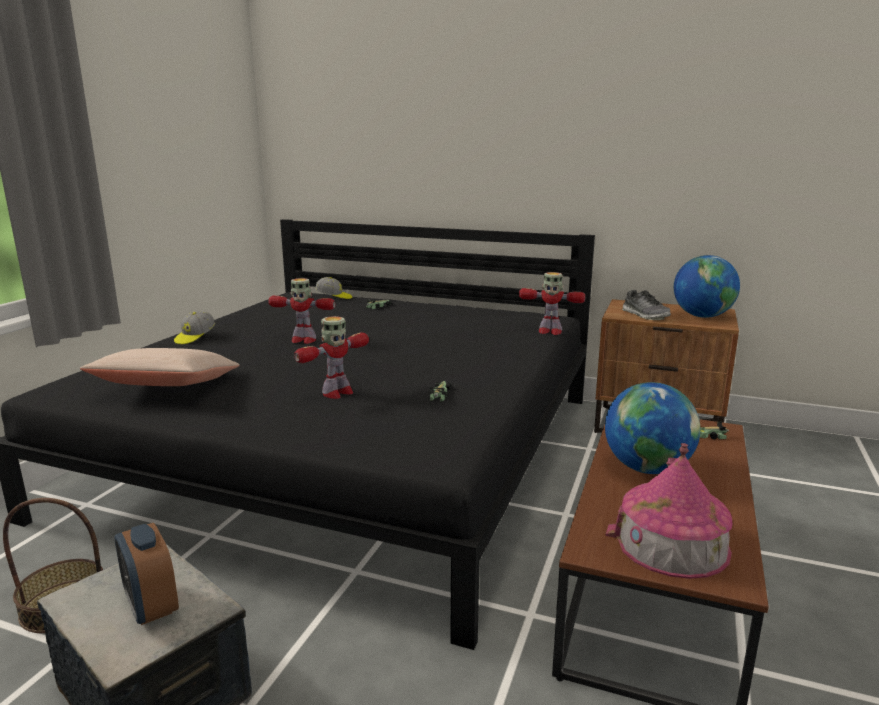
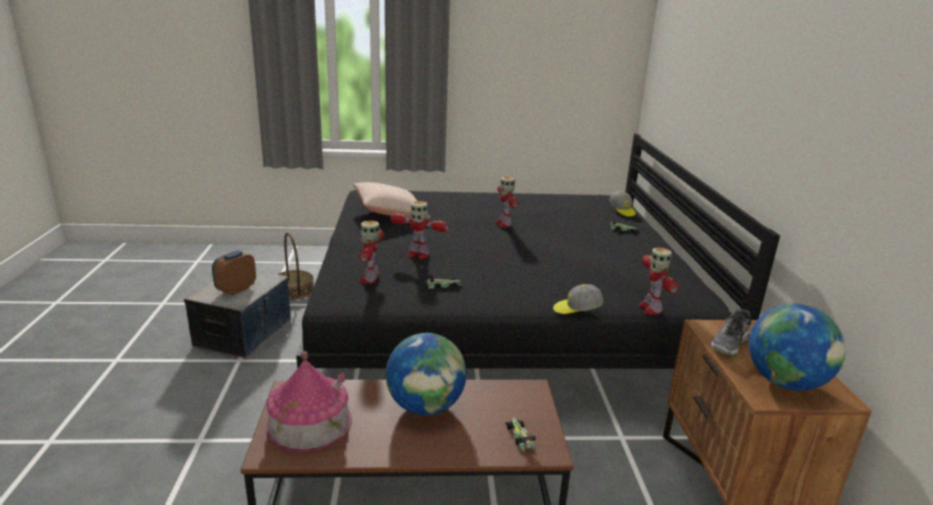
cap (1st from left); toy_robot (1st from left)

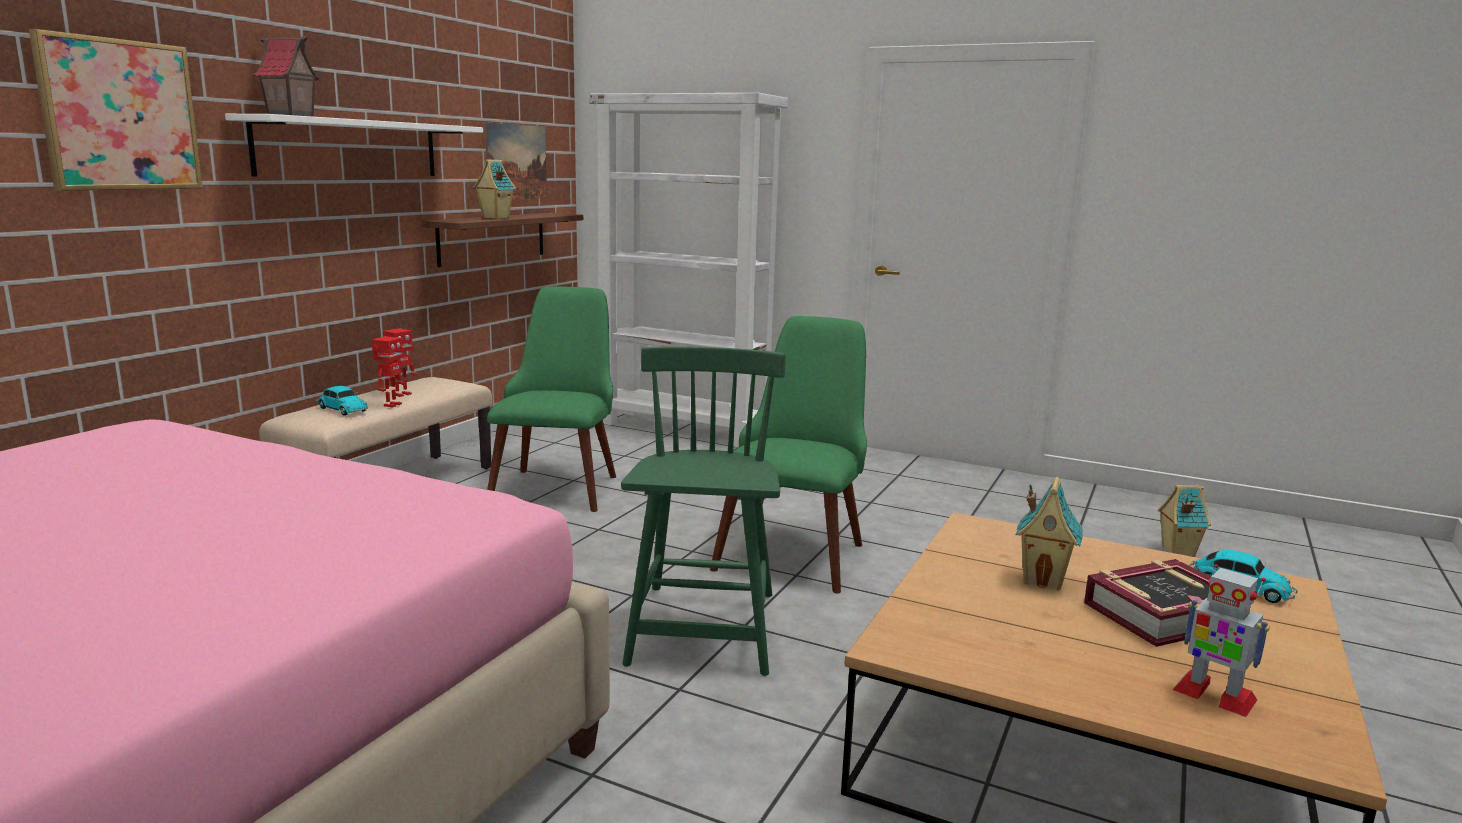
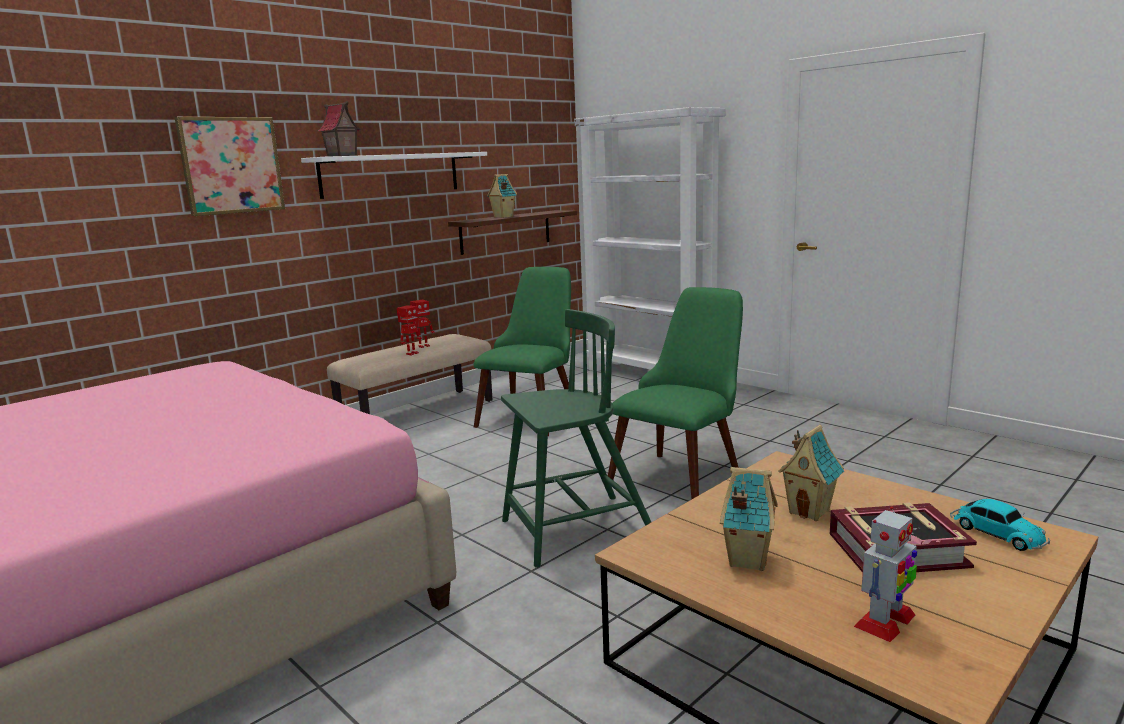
picture (2nd from left in the first image); green_chair (2nd from left); toy_car (1st from left in the first image); toy_house (3rd from left); toy_robot (3rd from left)

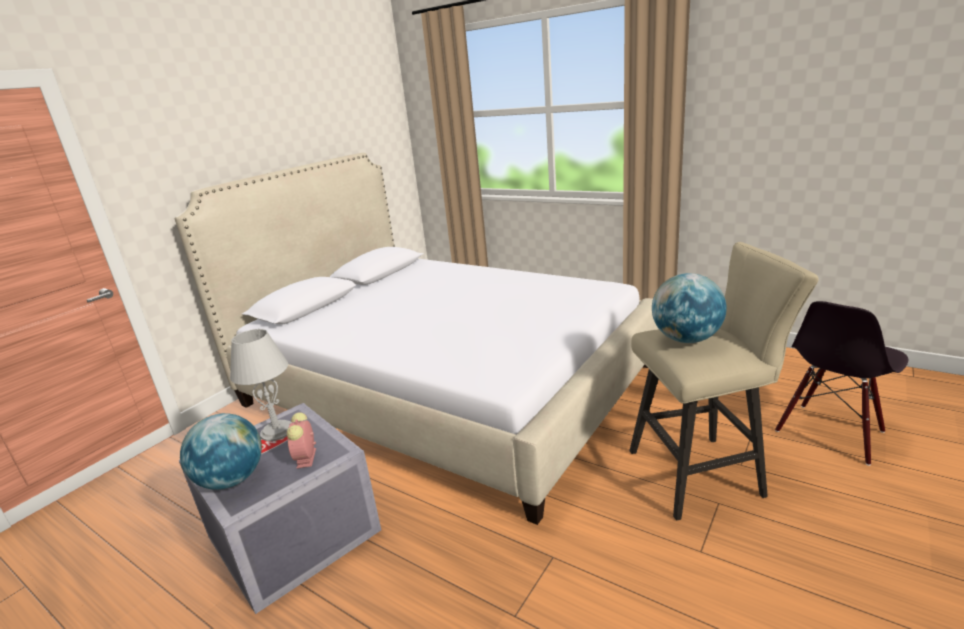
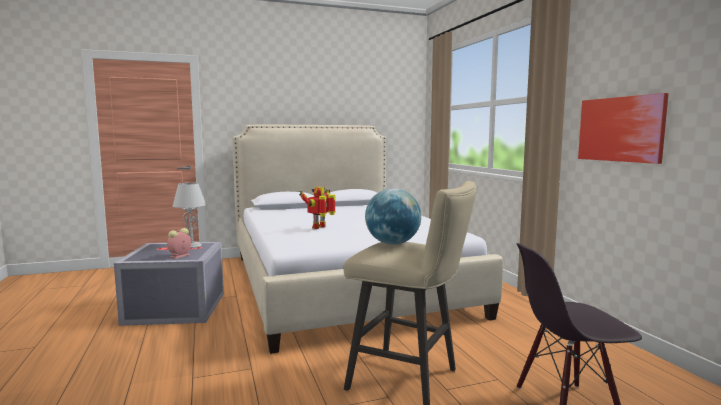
globe (1st from left in the first image); picture; toy_robot

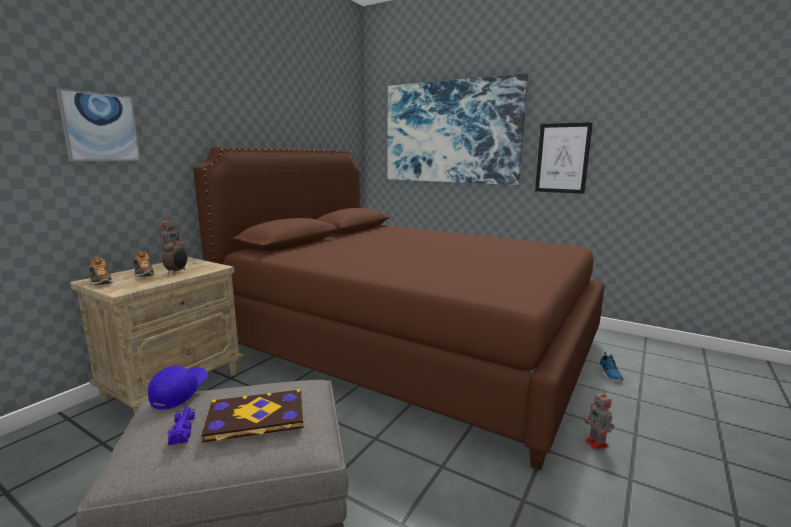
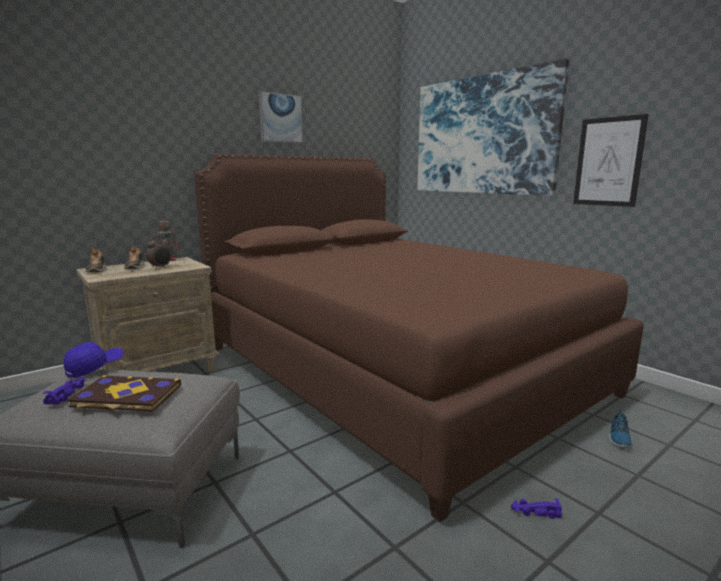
picture (1st from left); purple_toy_car (2nd from left)

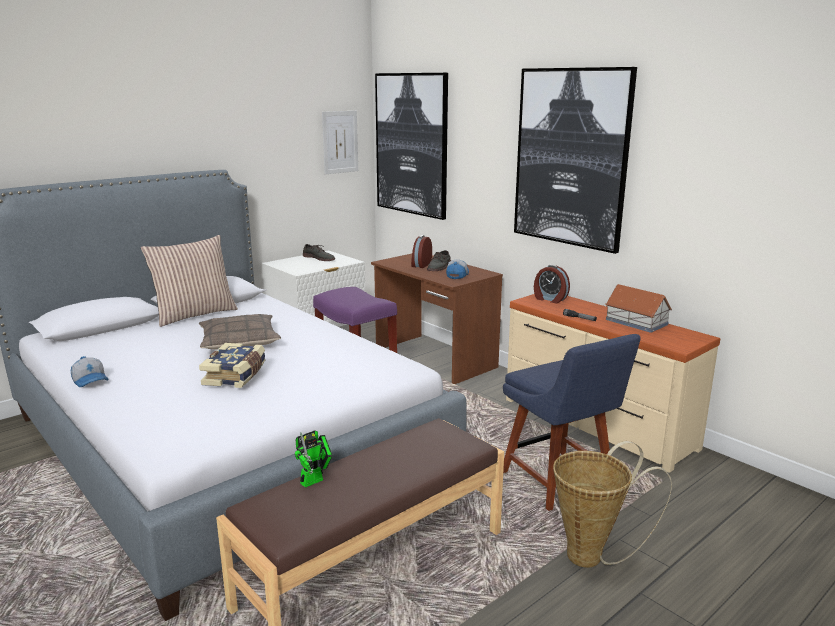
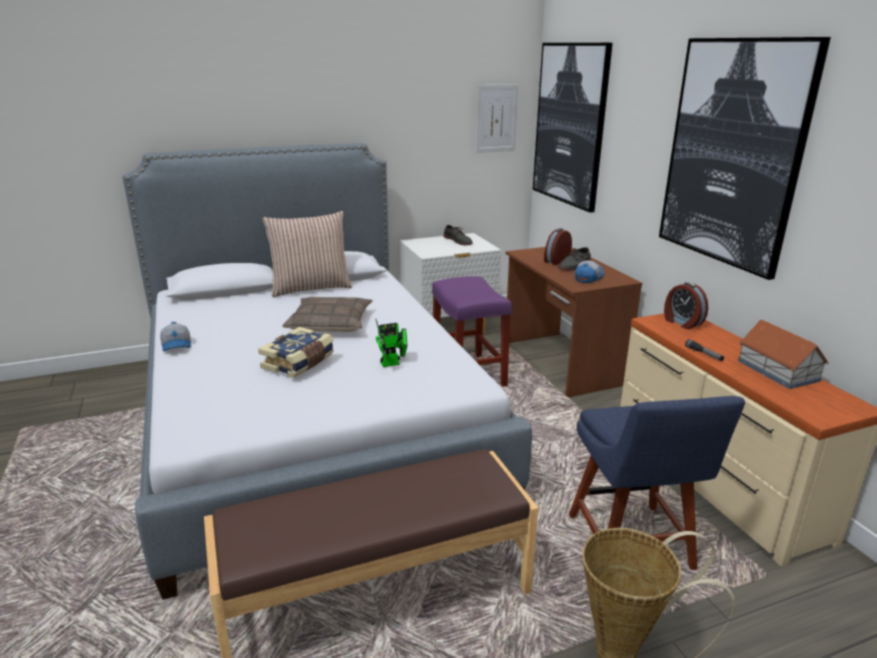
toy_robot

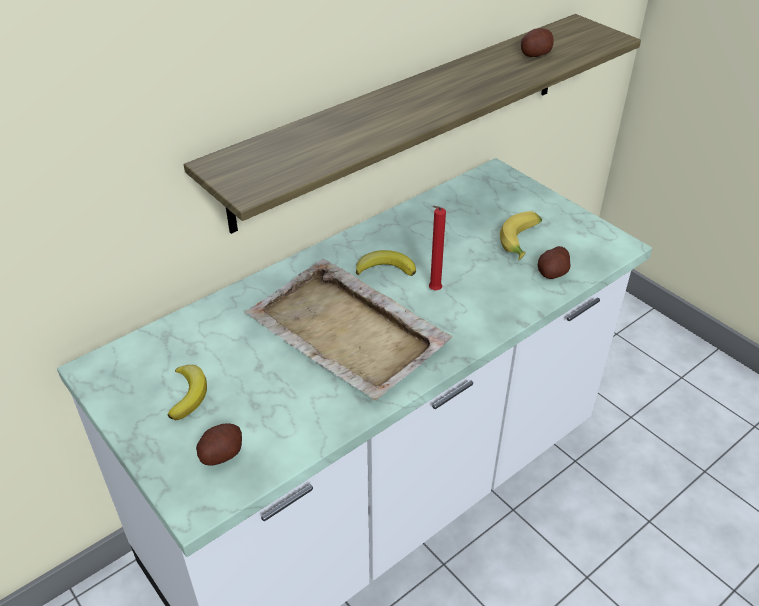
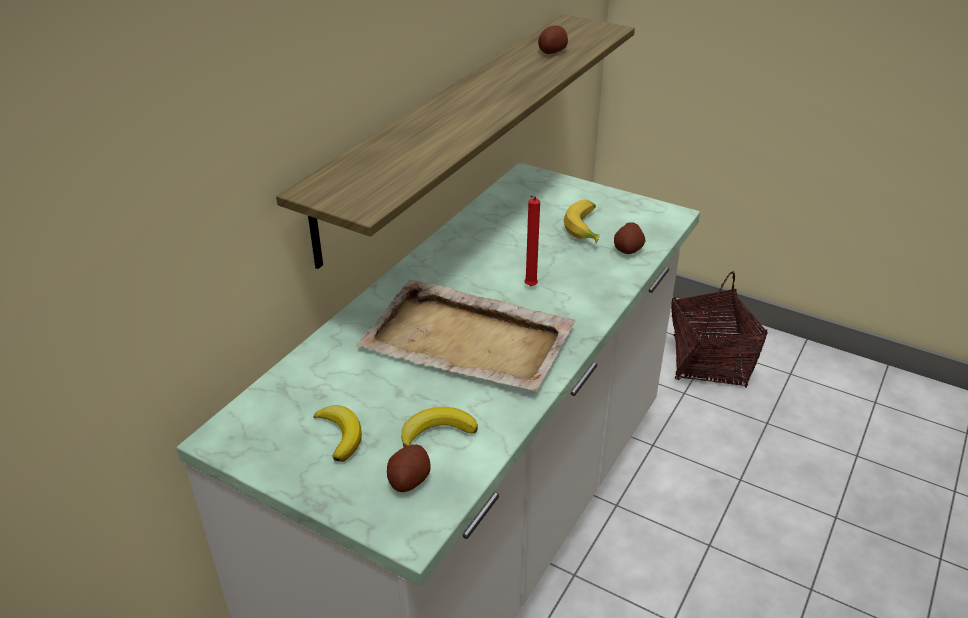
banana (2nd from left); basket

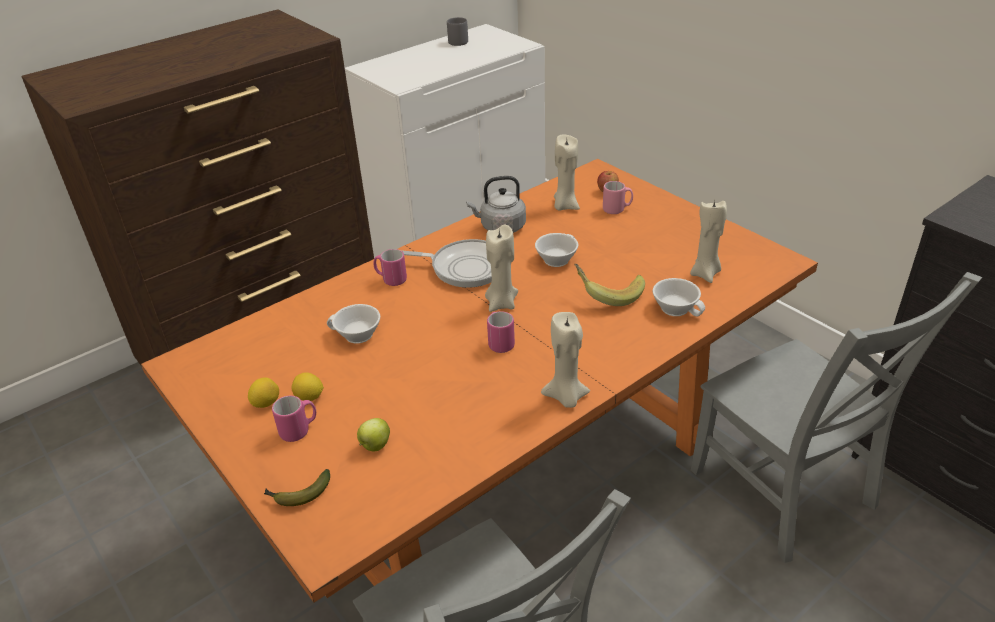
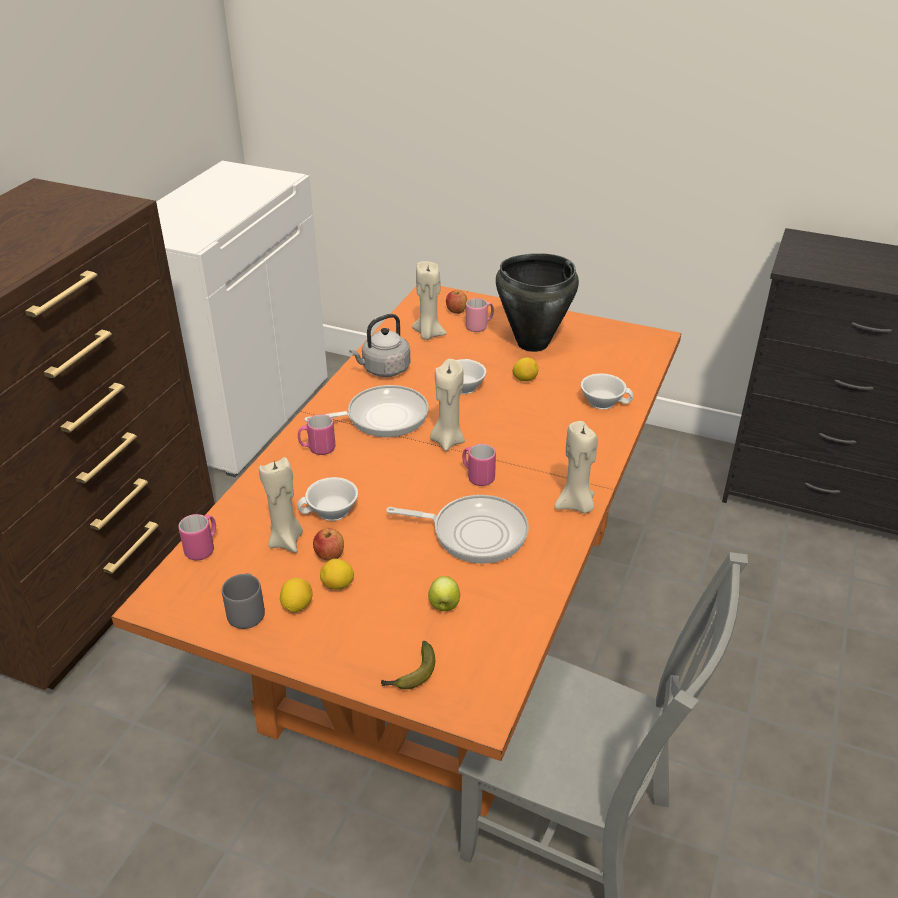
grey_mug; beige_candle (1st from left); banana (2nd from left in the first image); grey_chair (2nd from left in the first image); pink_mug (1st from left); black_cooking_pot; lemon (3rd from left); frying_pan (2nd from left); apple (1st from left)

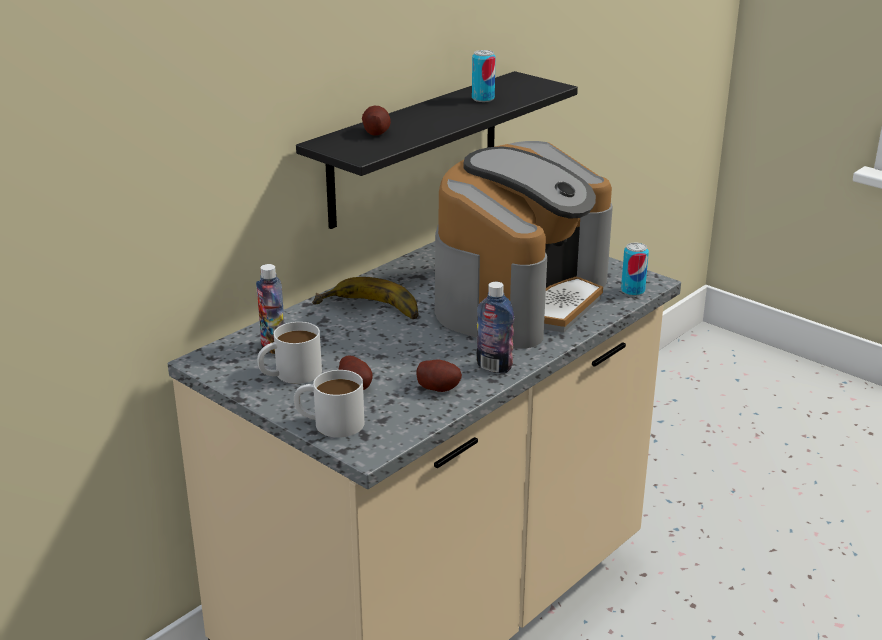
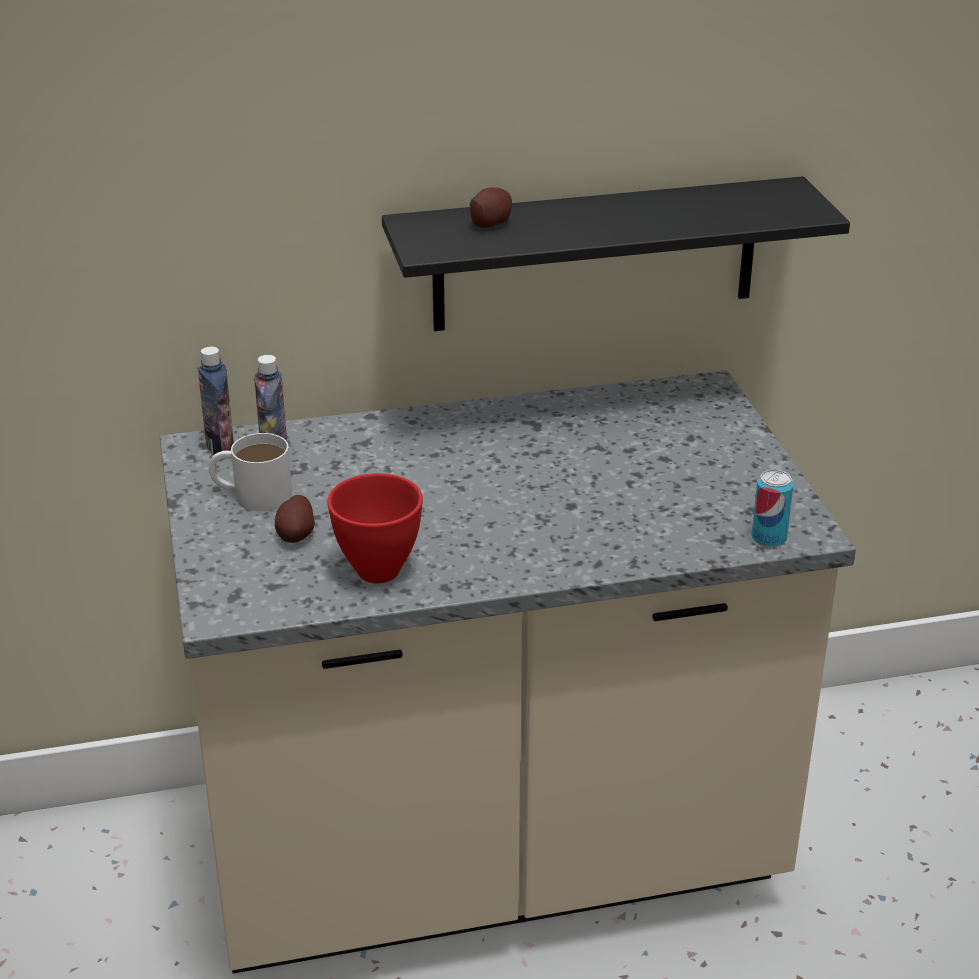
can (1st from left in the first image); coffee_machine; banana; bottle (1st from left); red_bowl; white_mug (2nd from left in the first image)

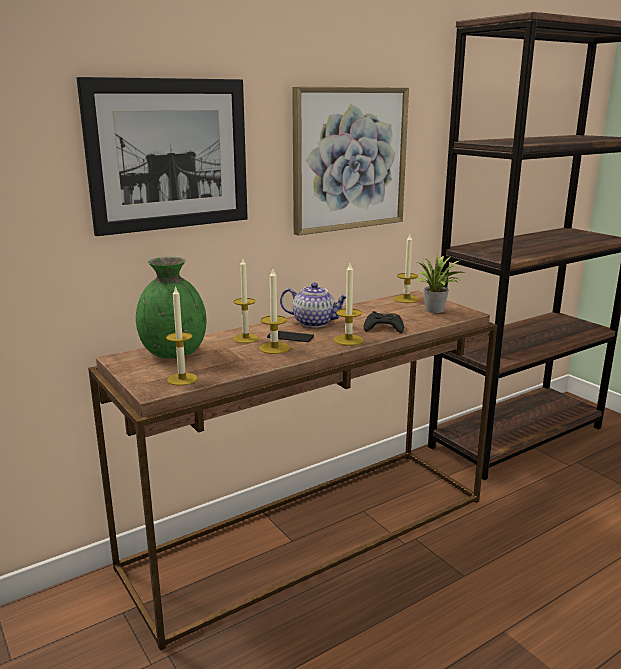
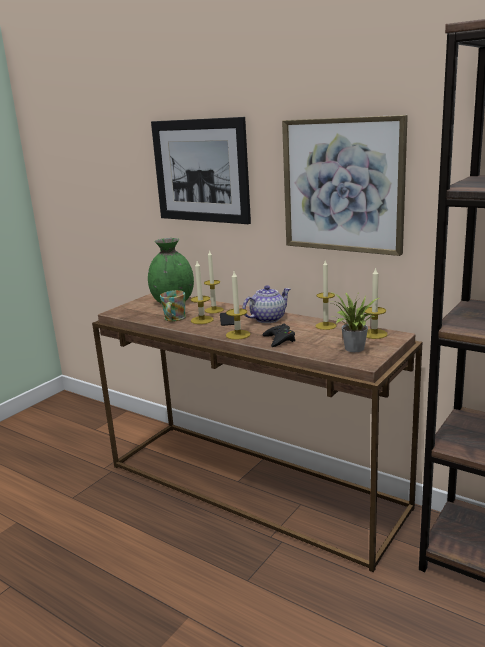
teapot; candle (4th from left); mug

